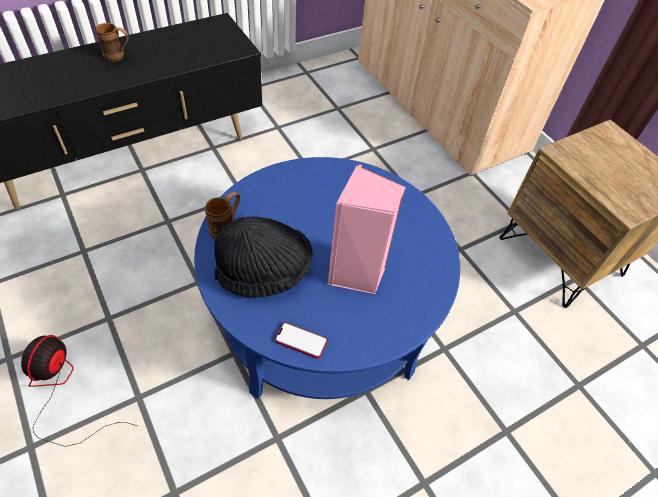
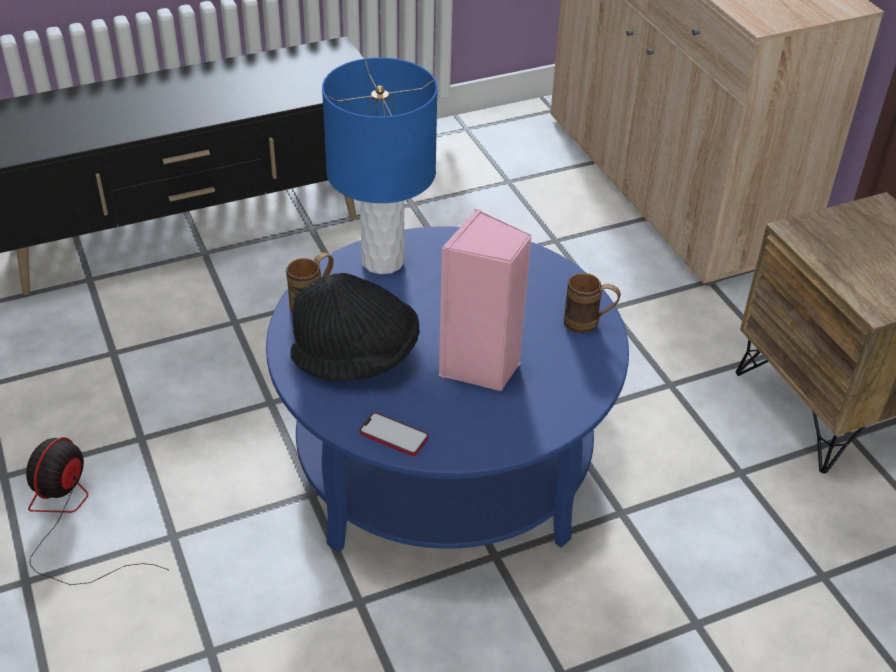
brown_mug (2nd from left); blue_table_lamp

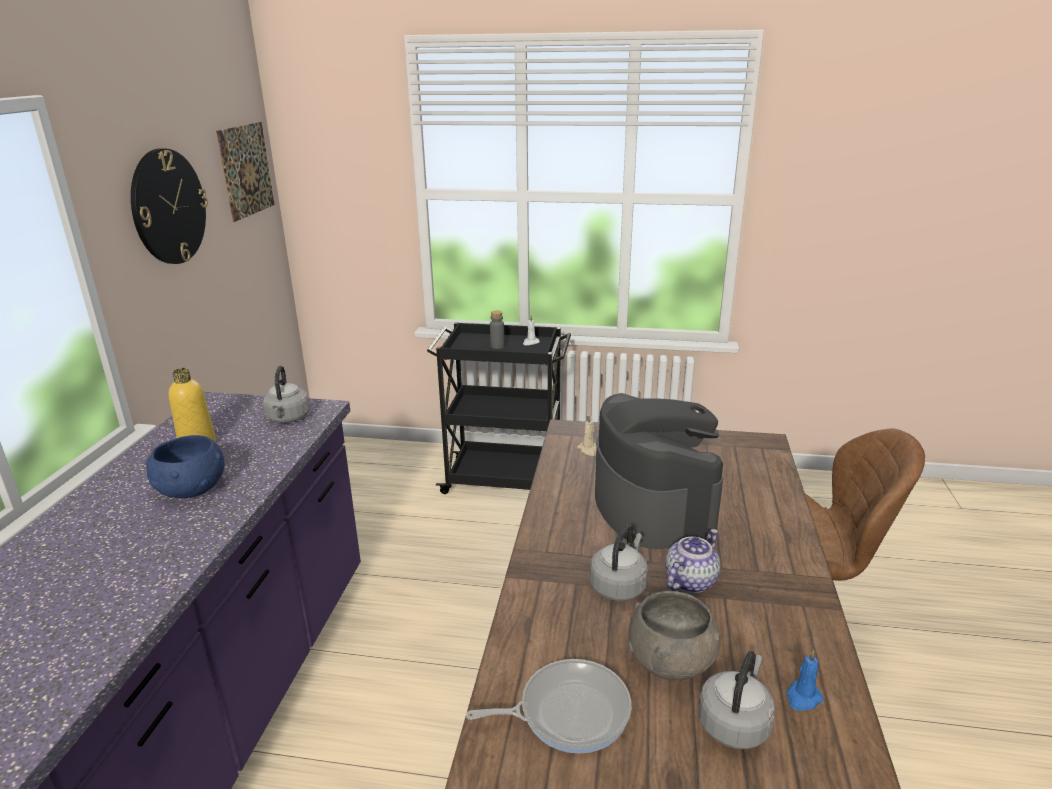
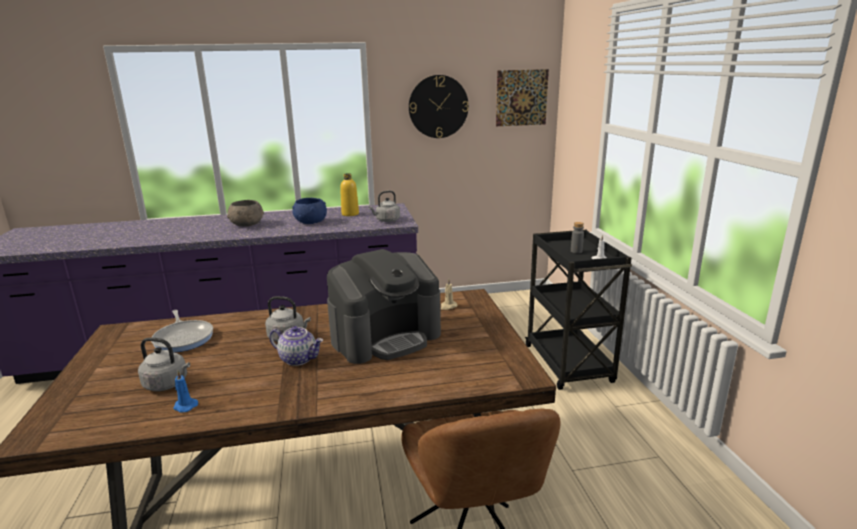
grey_bowl

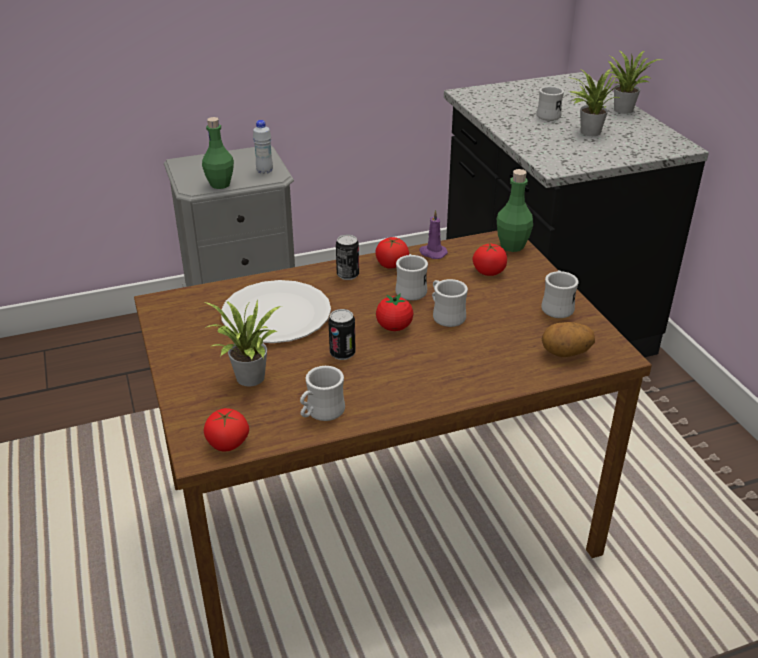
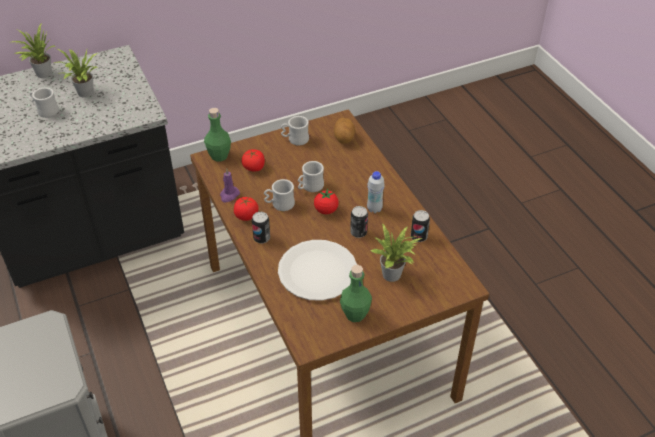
green_bottle (2nd from left); white_bottle; can (3rd from left); tomato (1st from left in the first image)

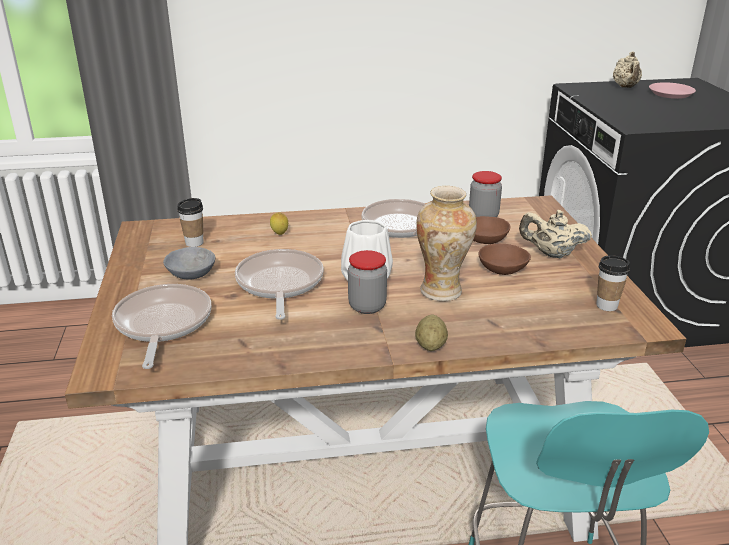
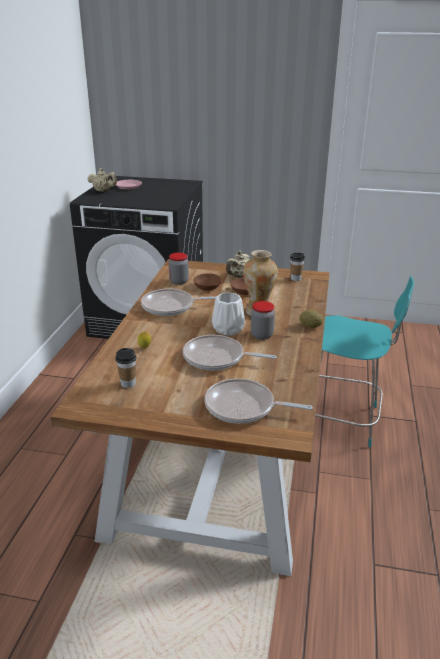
grey_bowl

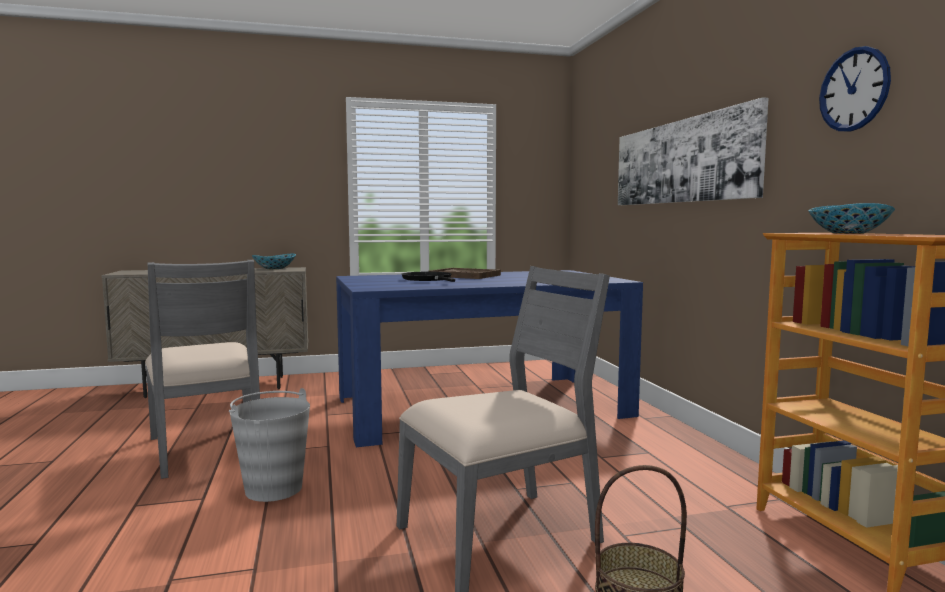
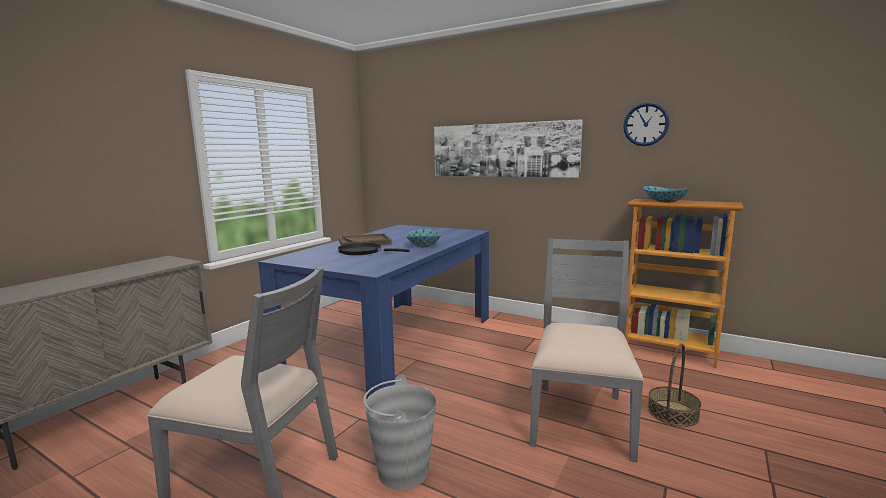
bowl (1st from left)

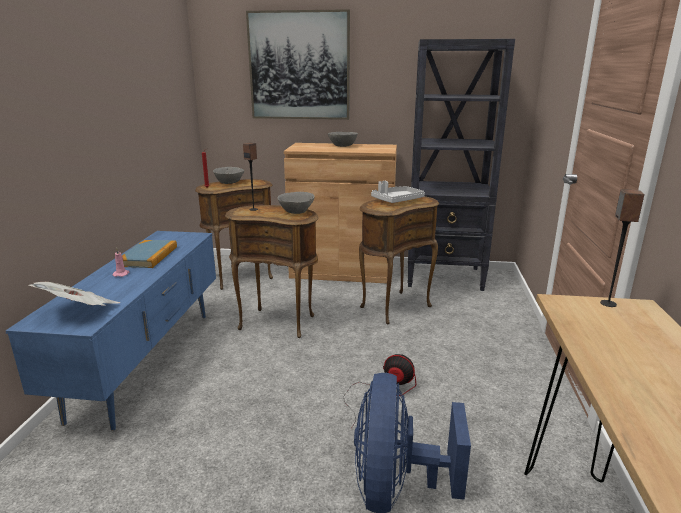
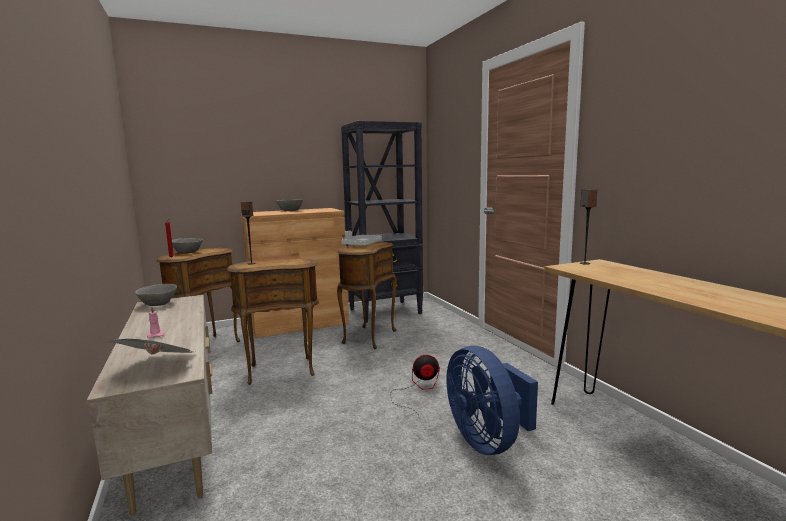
picture; grey_bowl (1st from left); beige_tv_stand; book

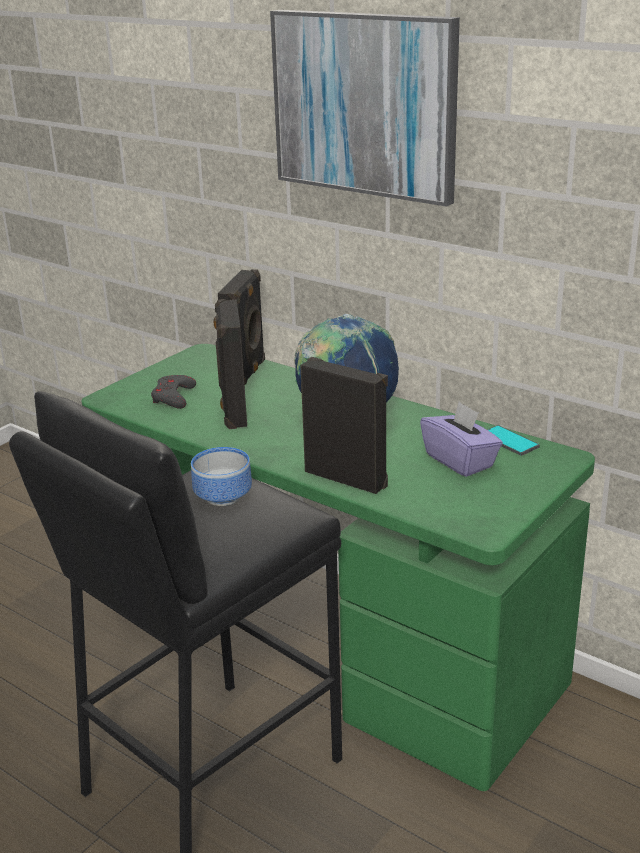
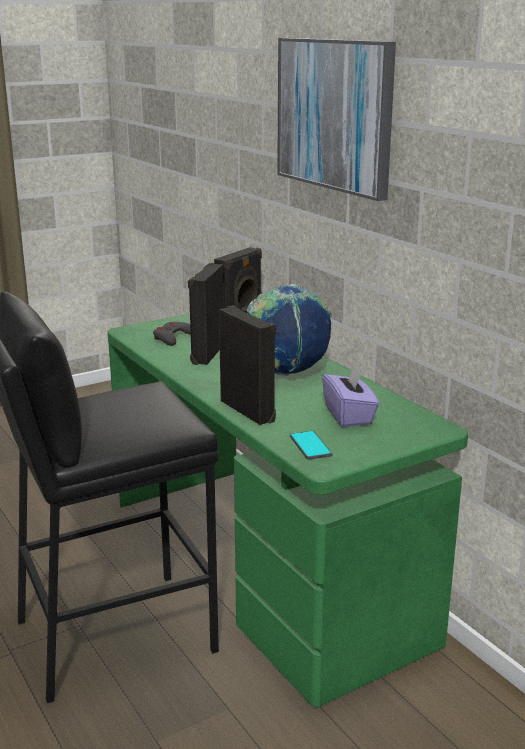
phone; bowl

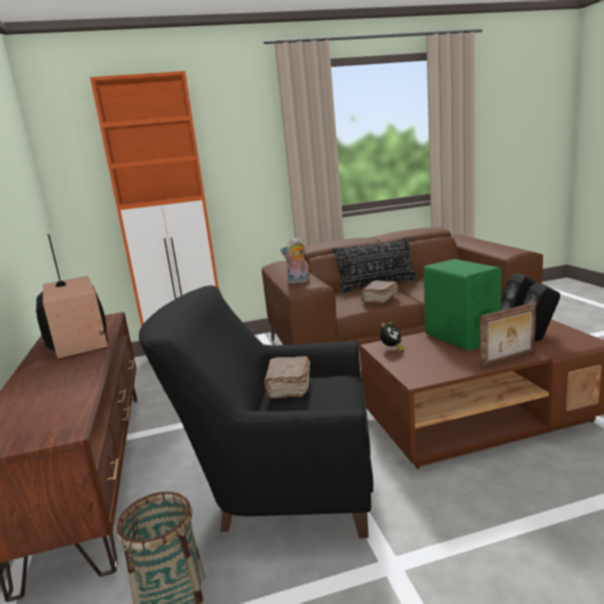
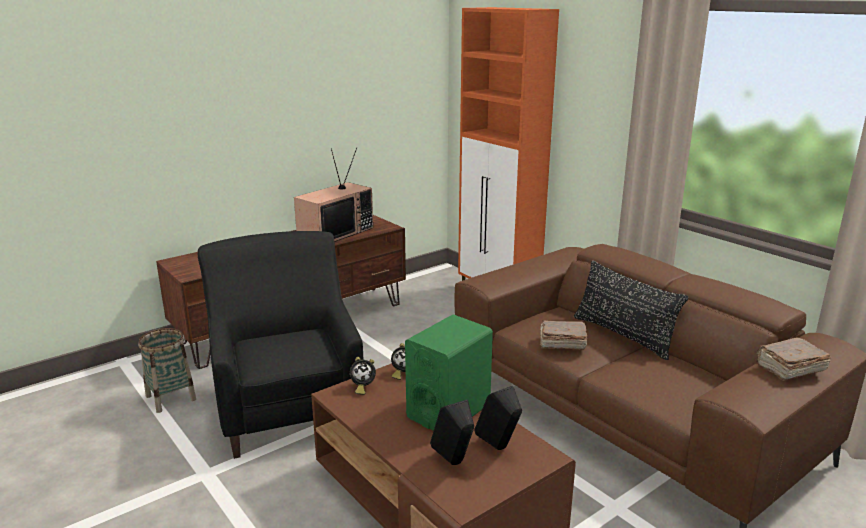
plush_toy; picture_frame; brown_book (2nd from left); alarm_clock (1st from left)

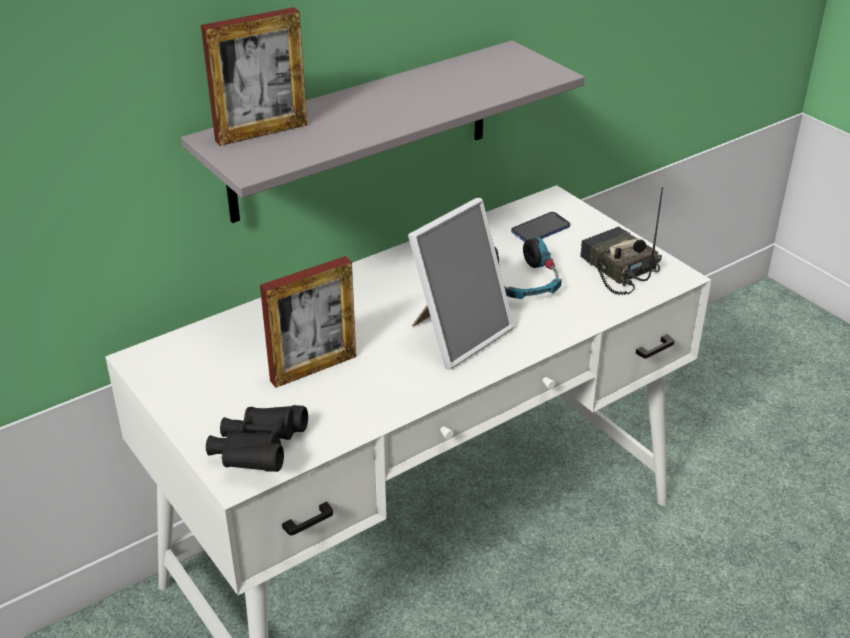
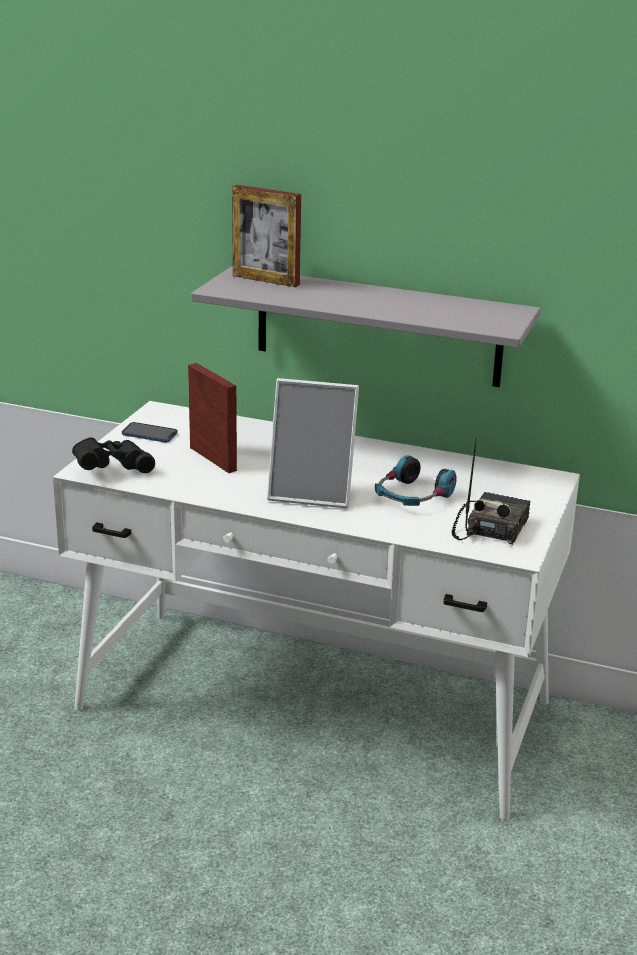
phone; picture_frame (1st from left)

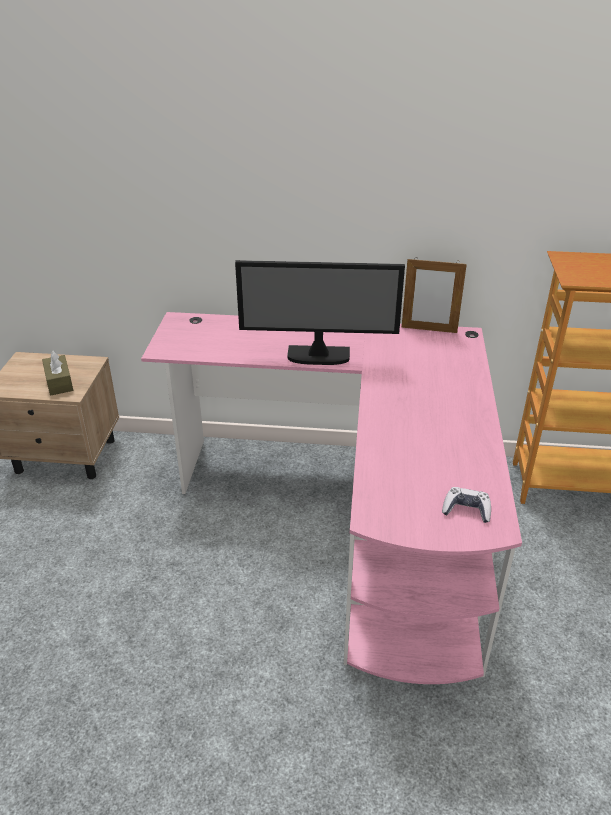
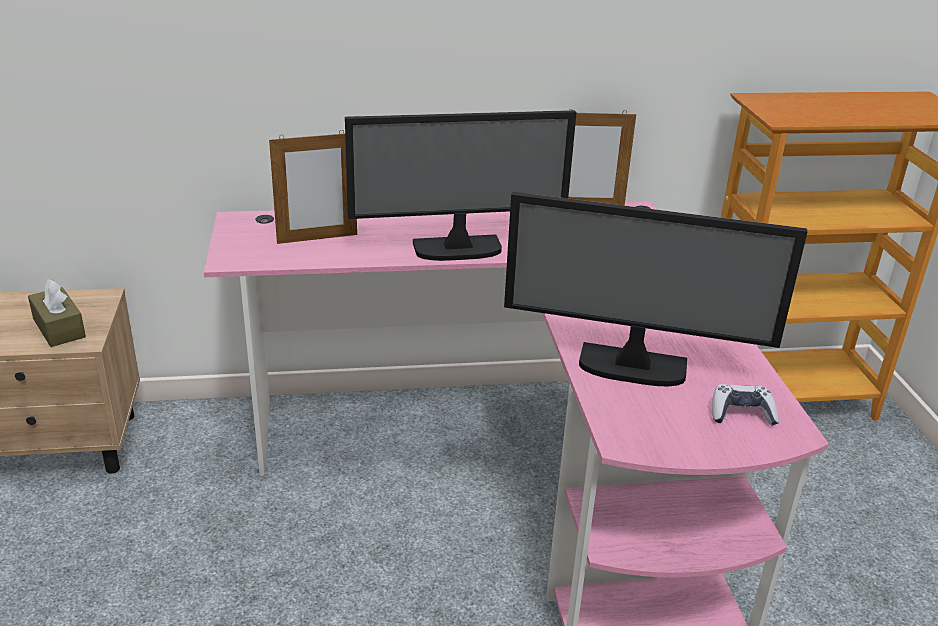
picture_frame (1st from left); monitor (2nd from left)

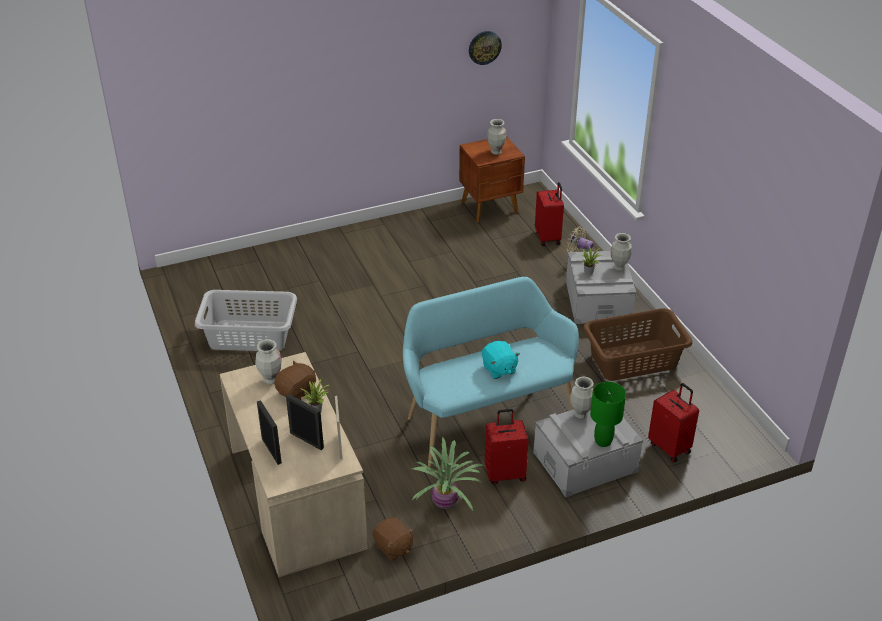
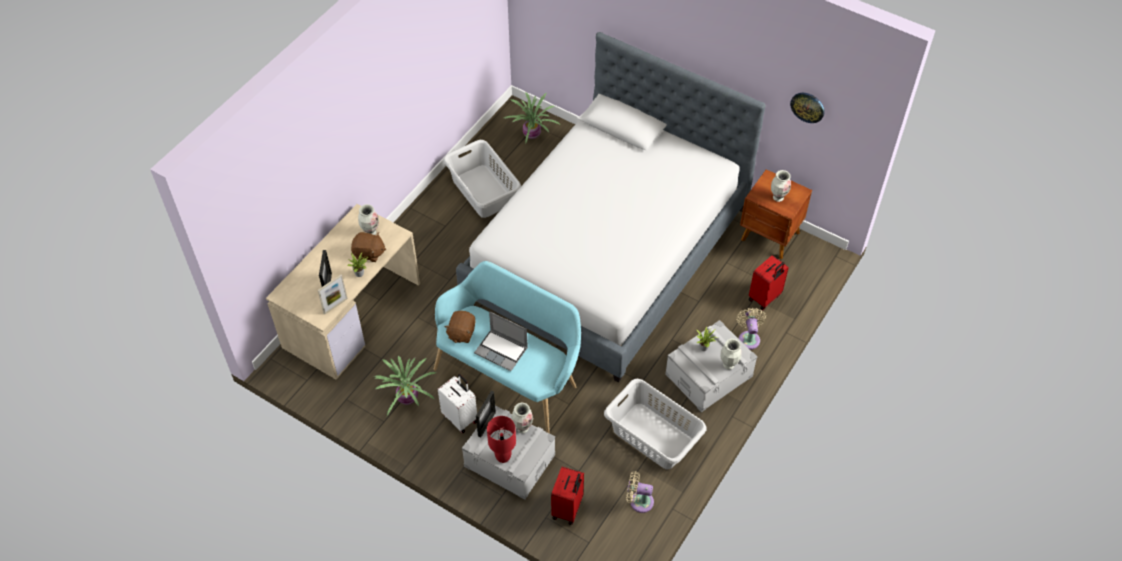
grey_laundry_basket (2nd from left); laptop; red_table_lamp; picture_frame (3rd from left); white_suitcase; brown_plush_toy (2nd from left); bed; potted_plant (3rd from left); beige_fan (1st from left)

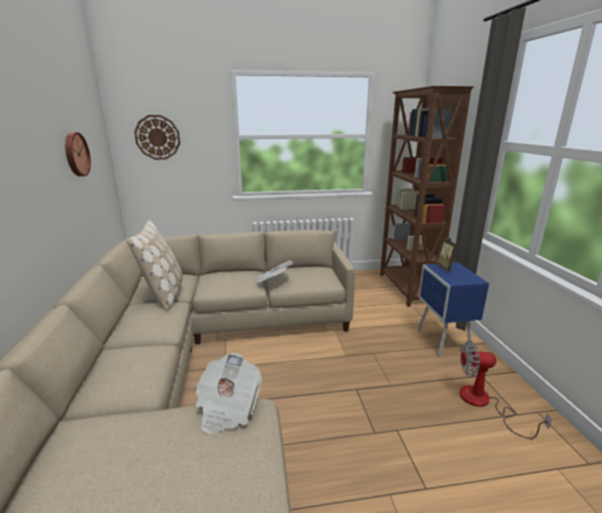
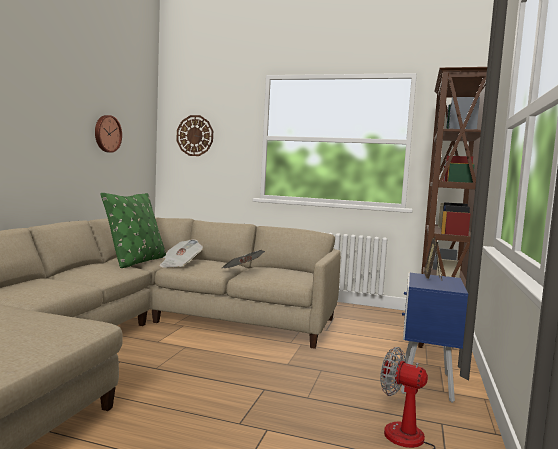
green_pillow; newspaper (1st from left)

